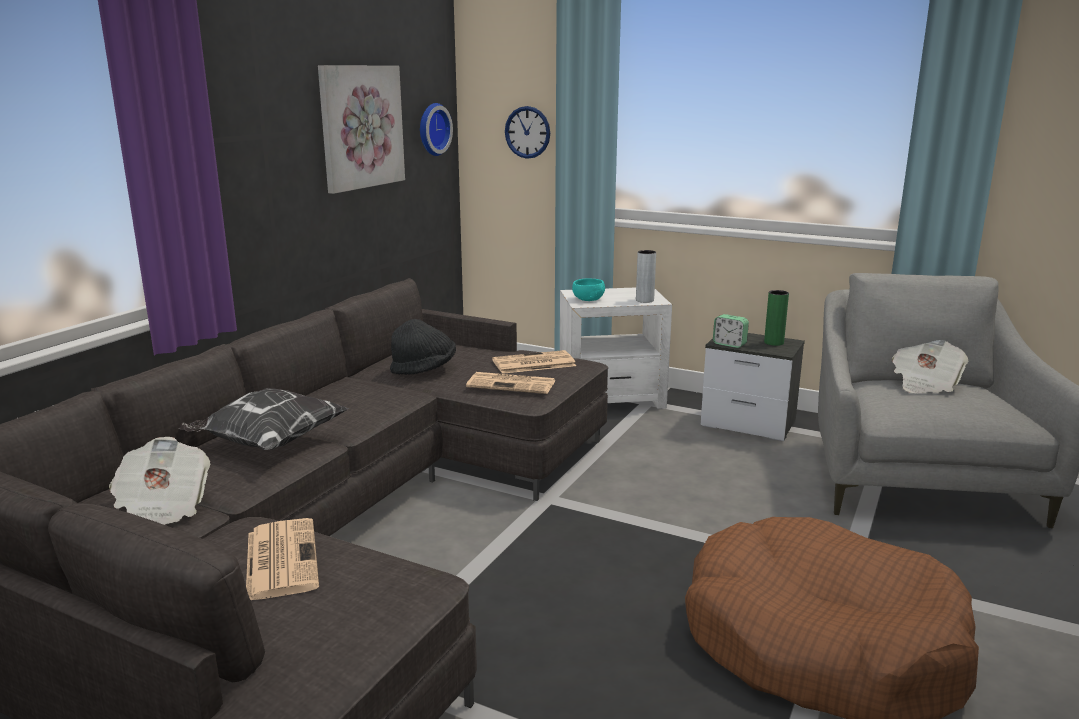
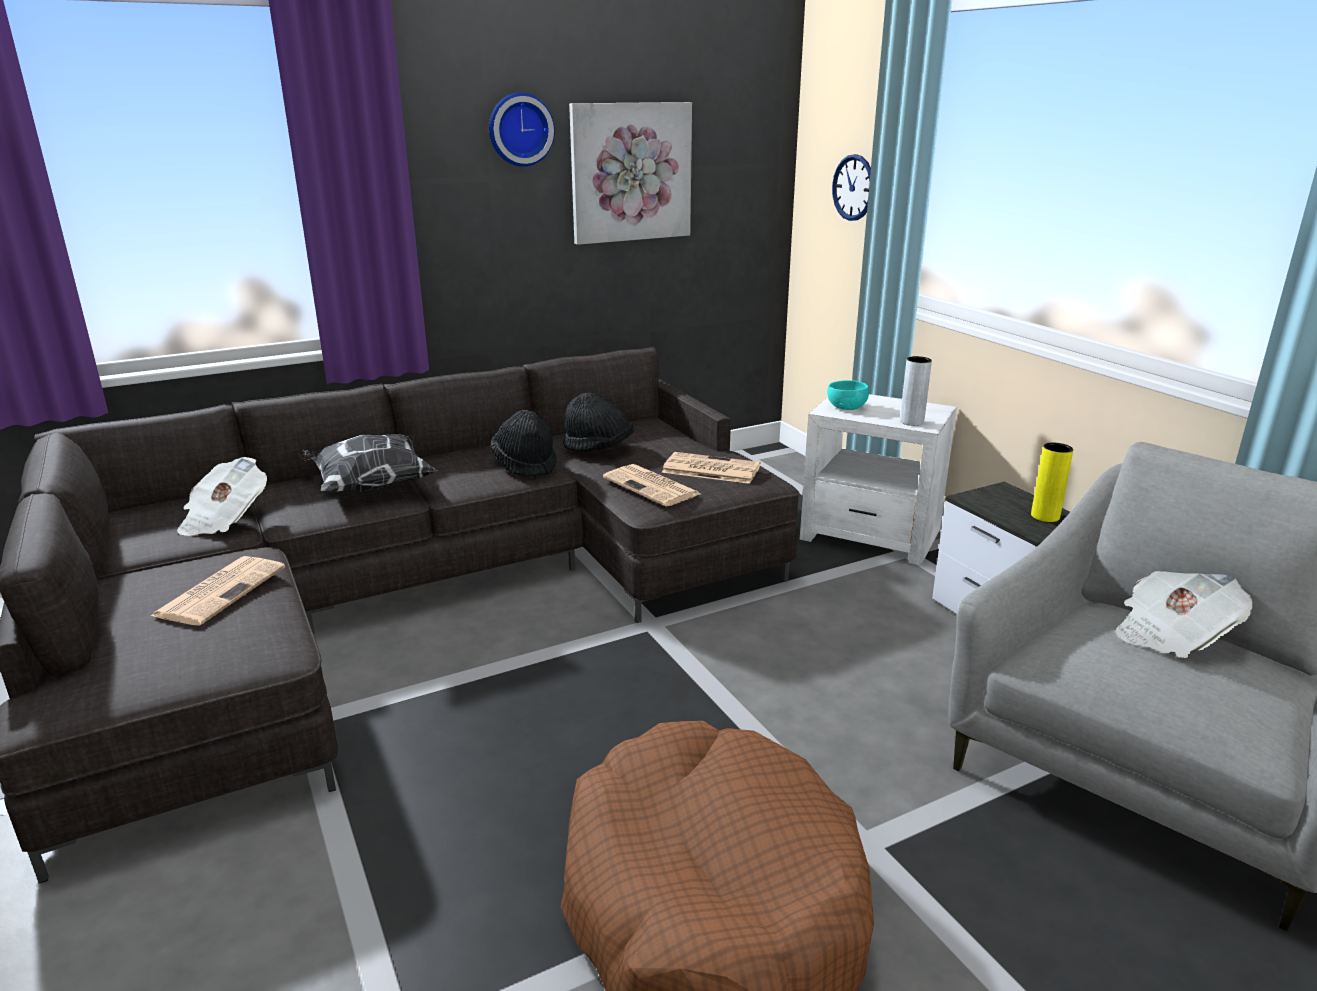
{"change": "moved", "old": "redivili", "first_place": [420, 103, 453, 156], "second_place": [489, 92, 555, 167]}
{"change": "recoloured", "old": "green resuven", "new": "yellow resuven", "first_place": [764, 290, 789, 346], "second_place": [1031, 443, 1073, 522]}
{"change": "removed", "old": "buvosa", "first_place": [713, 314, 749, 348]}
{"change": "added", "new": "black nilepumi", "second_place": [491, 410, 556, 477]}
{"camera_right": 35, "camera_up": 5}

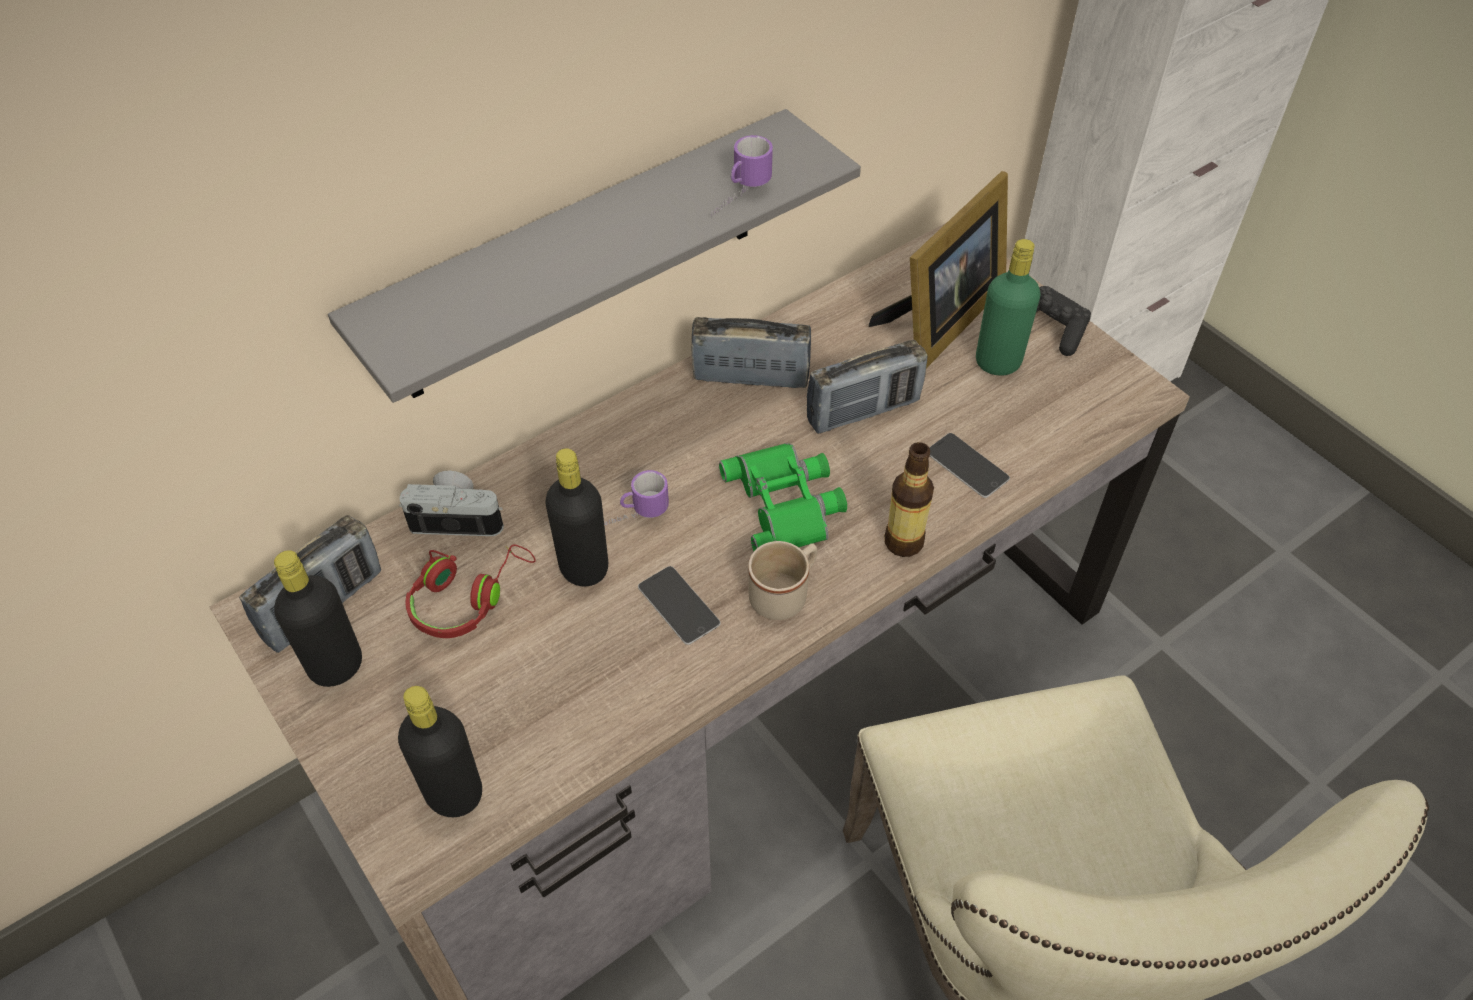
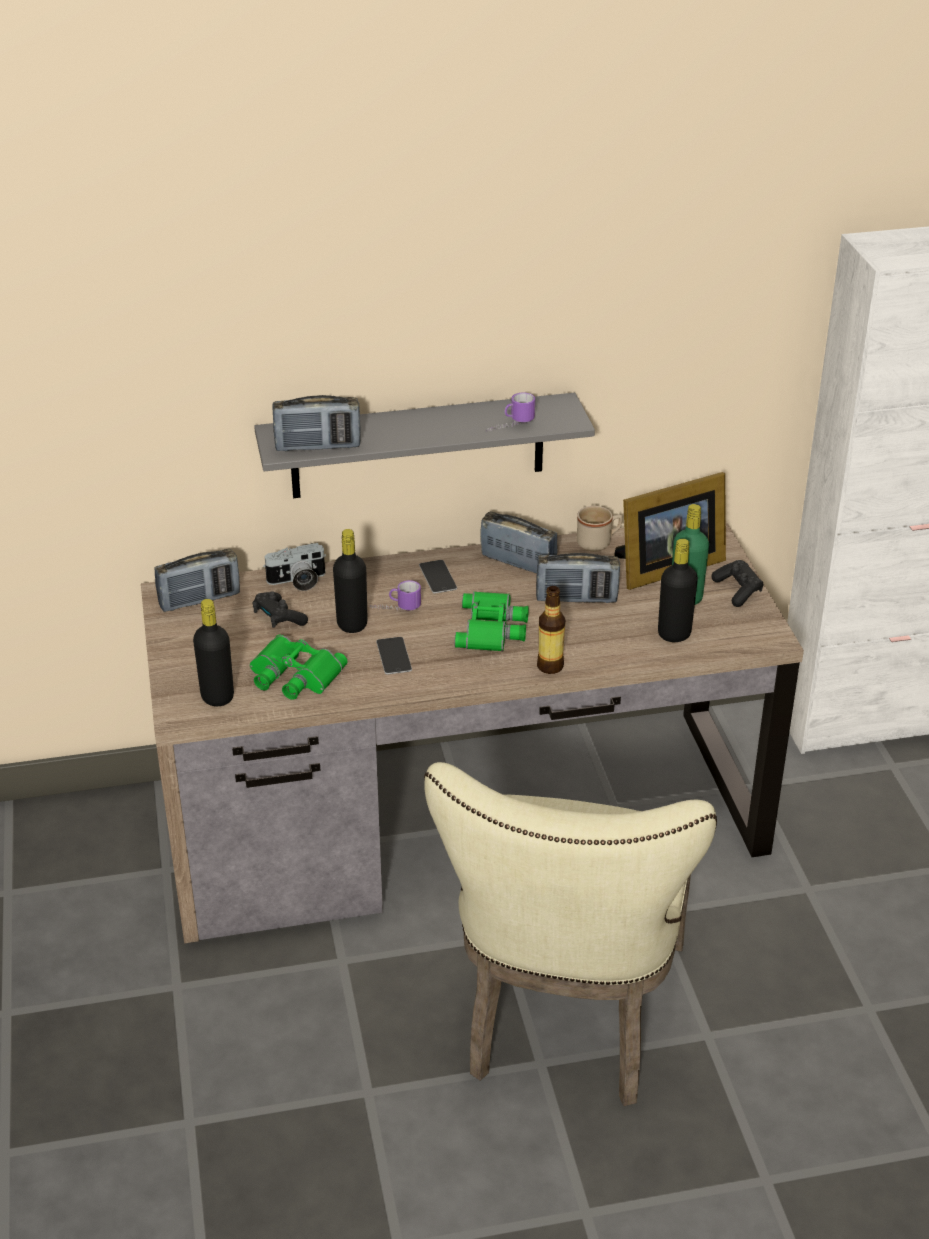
{"change": "moved", "old": "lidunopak", "first_place": [929, 433, 1010, 498], "second_place": [419, 560, 457, 594]}
{"change": "turned", "old": "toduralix", "first_place": [399, 471, 504, 536], "second_place": [263, 543, 326, 591], "degrees": 135}
{"change": "moved", "old": "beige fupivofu", "first_place": [748, 541, 817, 620], "second_place": [577, 506, 622, 552]}
{"change": "replaced", "old": "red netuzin", "new": "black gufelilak", "first_place": [406, 544, 535, 638], "second_place": [252, 591, 308, 628]}
{"change": "moved", "old": "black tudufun", "first_place": [274, 550, 362, 687], "second_place": [658, 539, 698, 642]}
{"change": "added", "new": "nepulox", "second_place": [273, 395, 360, 452]}
{"change": "added", "new": "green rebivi", "second_place": [250, 634, 348, 700]}
{"camera_right": 25, "camera_up": -15}

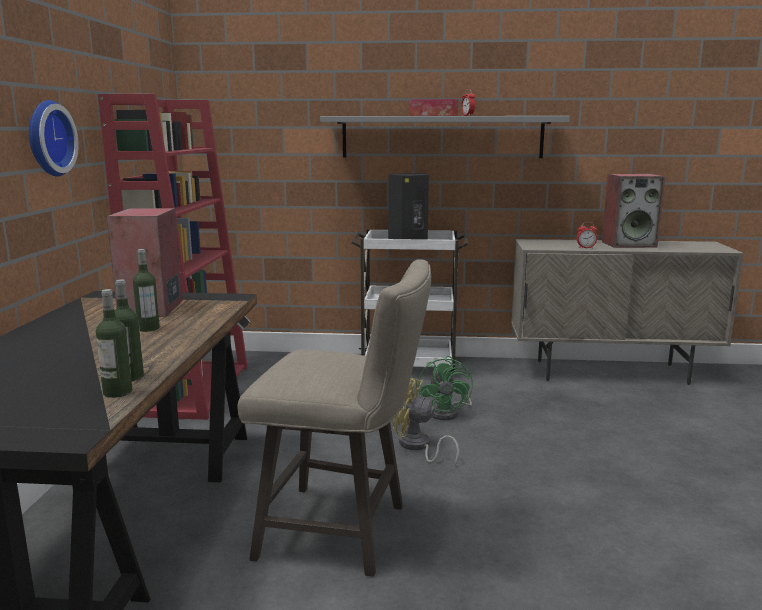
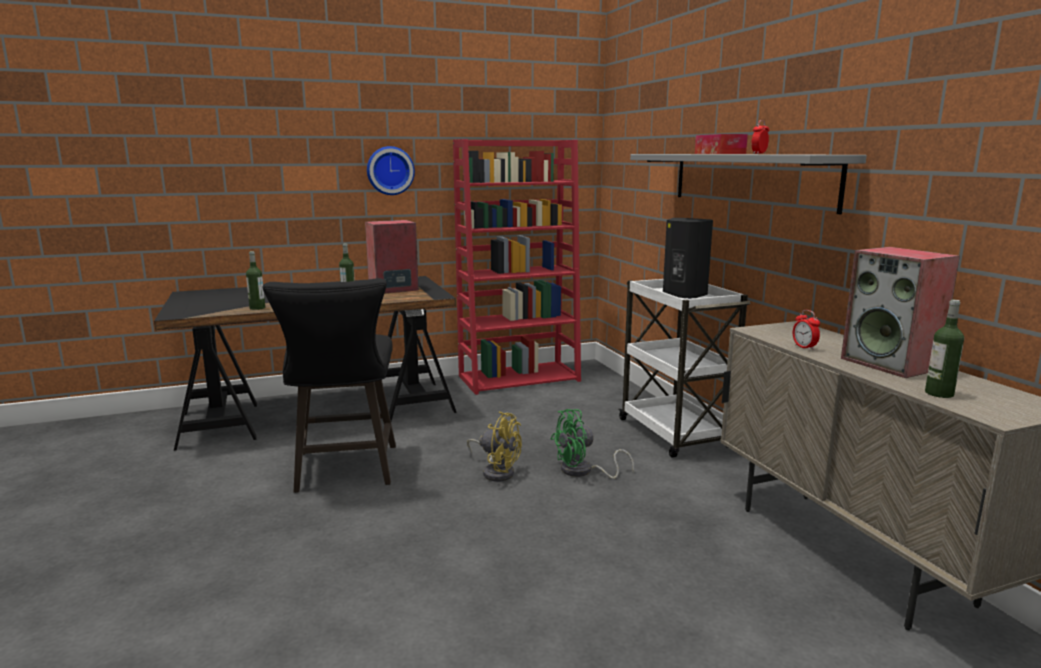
{"change": "recoloured", "old": "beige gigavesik", "new": "black gigavesik", "first_place": [237, 259, 431, 577], "second_place": [263, 278, 396, 493]}
{"change": "moved", "old": "tudufun", "first_place": [96, 289, 132, 398], "second_place": [925, 300, 964, 398]}
{"change": "turned", "old": "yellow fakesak", "first_place": [393, 378, 459, 465], "second_place": [467, 411, 522, 482], "degrees": 120}
{"camera_right": 65, "camera_up": 0}

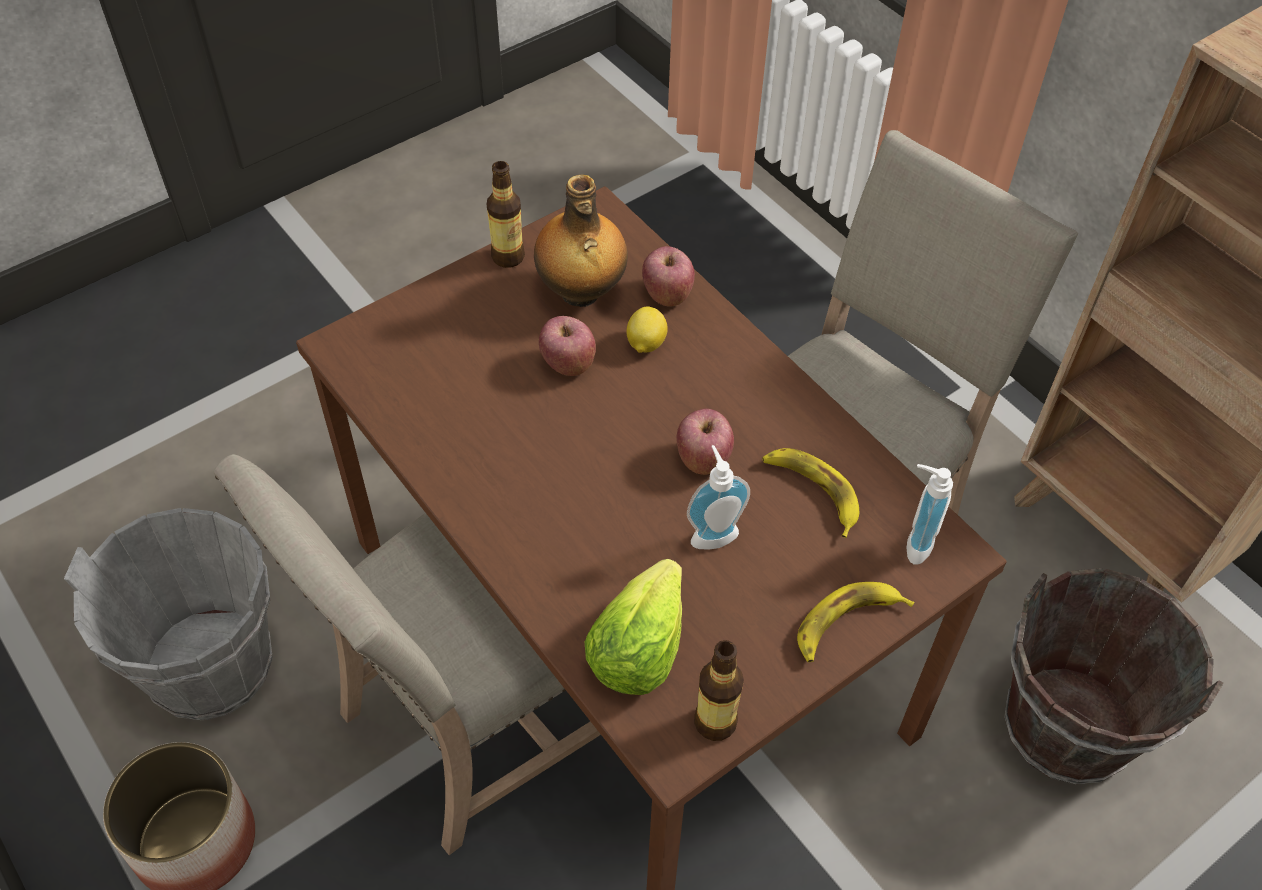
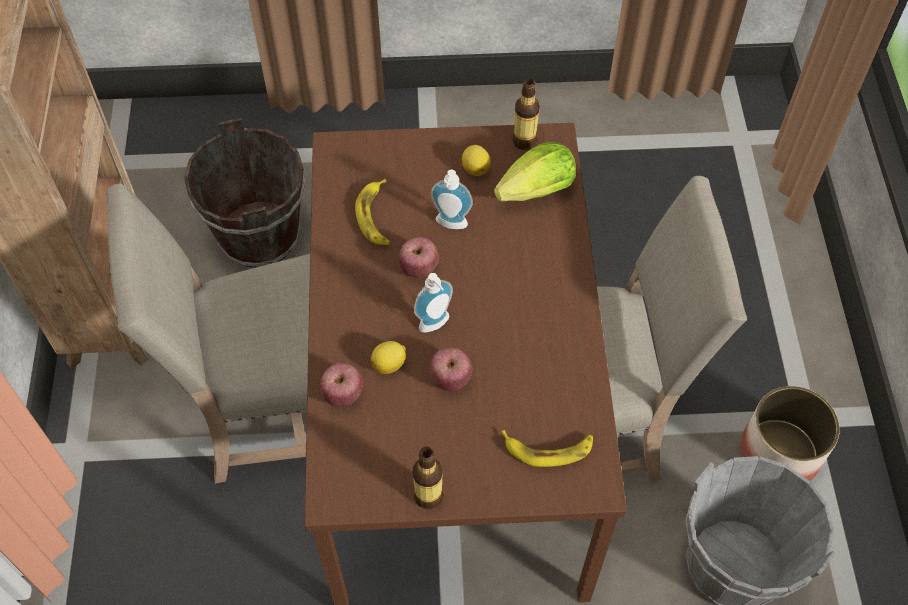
{"change": "removed", "old": "tudufun", "first_place": [534, 175, 628, 307]}
{"change": "moved", "old": "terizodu", "first_place": [906, 464, 953, 565], "second_place": [414, 273, 453, 333]}
{"change": "moved", "old": "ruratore", "first_place": [797, 582, 914, 662], "second_place": [501, 430, 593, 467]}
{"change": "added", "new": "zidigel", "second_place": [462, 145, 491, 176]}
{"camera_right": -145, "camera_up": 5}

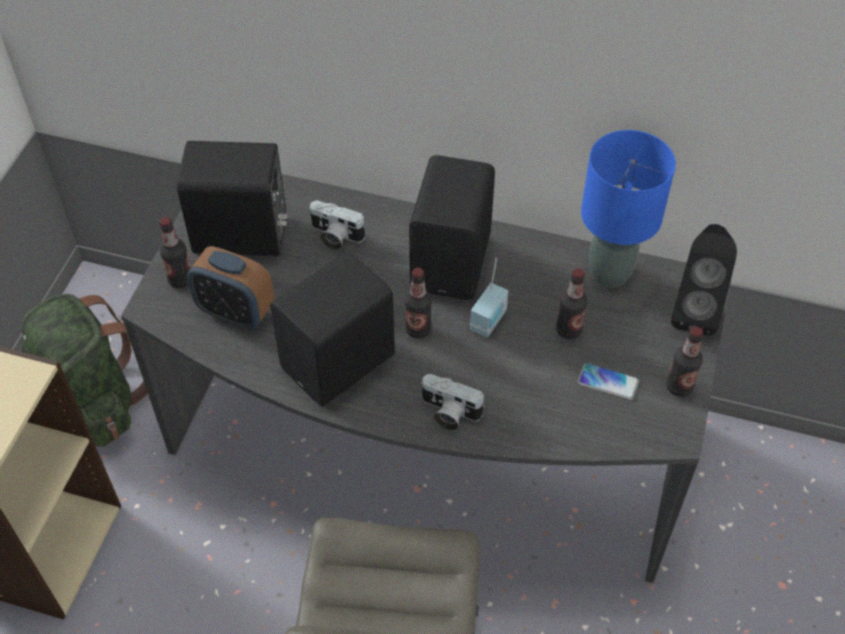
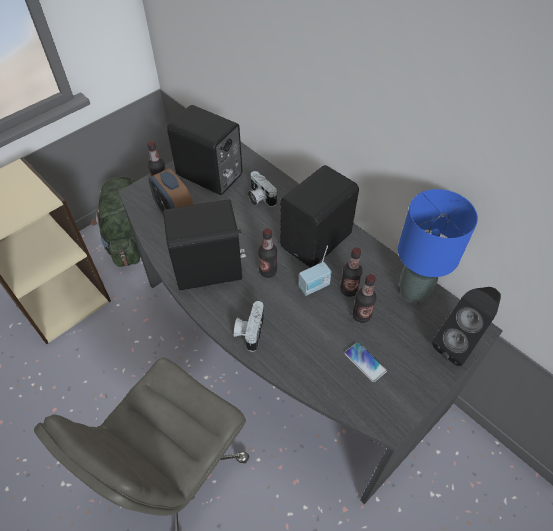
{"change": "moved", "old": "tudufun", "first_place": [666, 326, 703, 397], "second_place": [340, 247, 363, 297]}
{"change": "turned", "old": "toduralix", "first_place": [421, 374, 485, 431], "second_place": [234, 301, 264, 352], "degrees": 45}
{"camera_right": 30, "camera_up": 0}

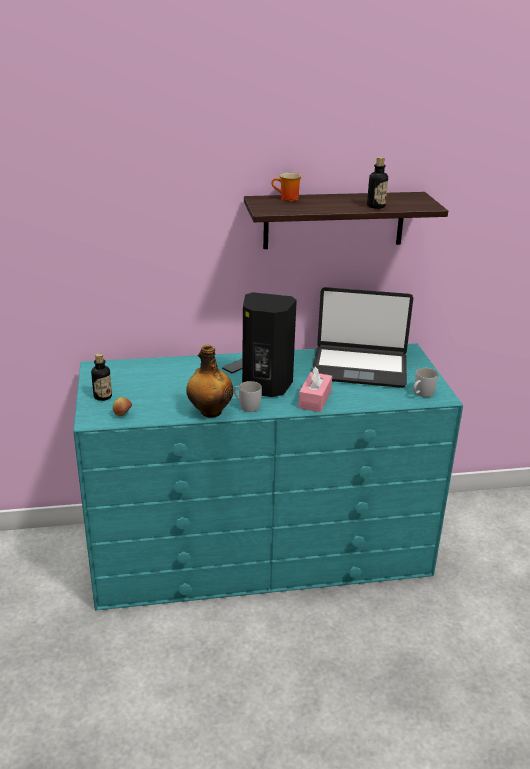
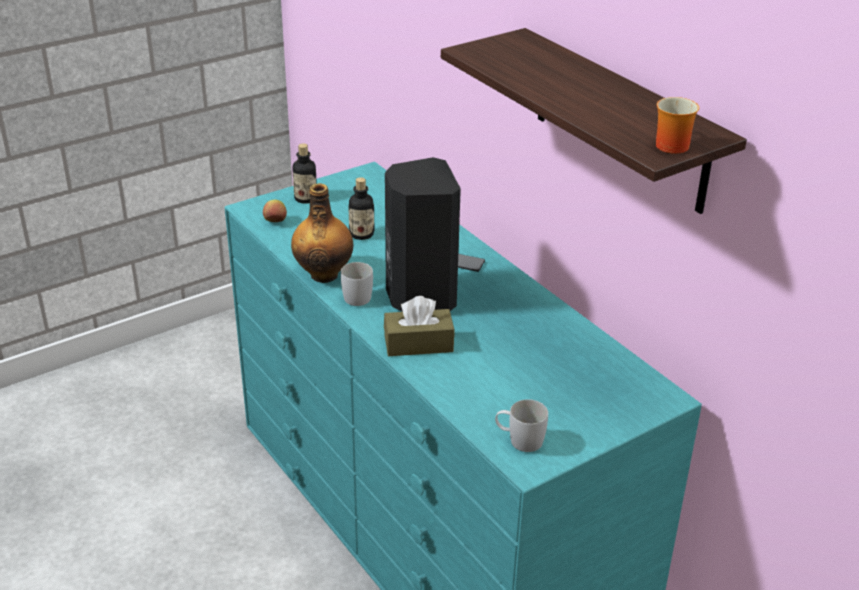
{"change": "moved", "old": "tudufun", "first_place": [367, 157, 388, 209], "second_place": [348, 177, 374, 240]}
{"change": "moved", "old": "fupivofu", "first_place": [271, 173, 301, 201], "second_place": [656, 97, 699, 154]}
{"change": "removed", "old": "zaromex", "first_place": [312, 287, 413, 388]}
{"change": "recoloured", "old": "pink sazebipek", "new": "brown sazebipek", "first_place": [298, 367, 332, 412], "second_place": [384, 296, 455, 356]}
{"camera_right": 65, "camera_up": 5}

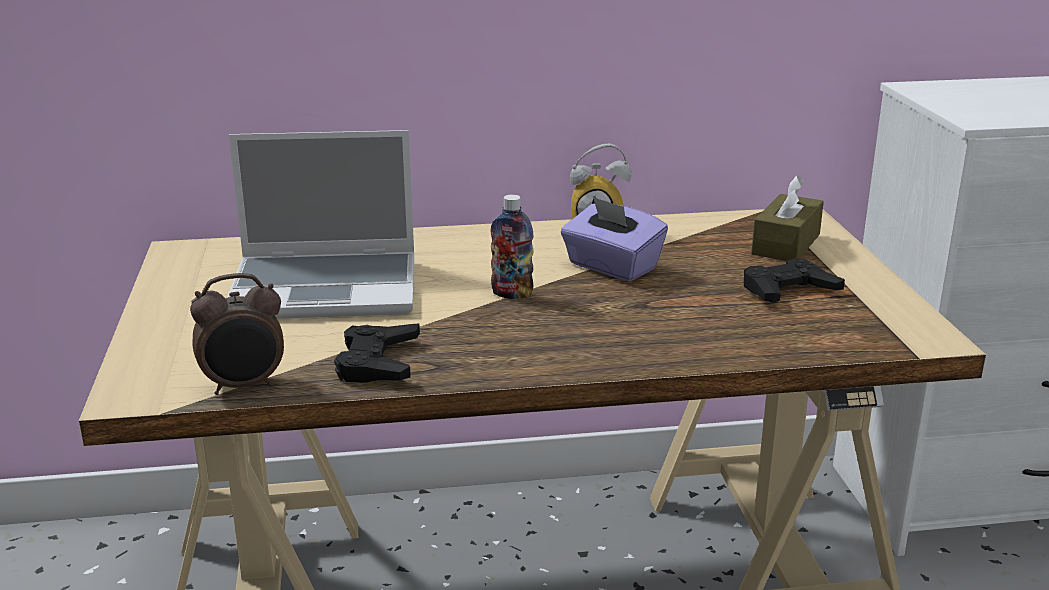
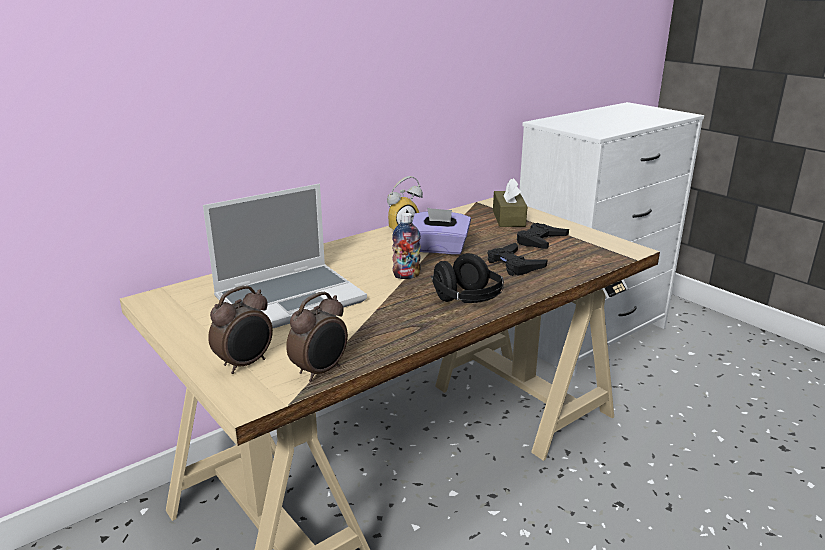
{"change": "moved", "old": "black gufelilak", "first_place": [334, 323, 420, 383], "second_place": [488, 243, 548, 276]}
{"change": "added", "new": "black netuzin", "second_place": [431, 253, 504, 303]}
{"change": "added", "new": "buvosa", "second_place": [208, 286, 273, 374]}
{"camera_right": -30, "camera_up": 0}

